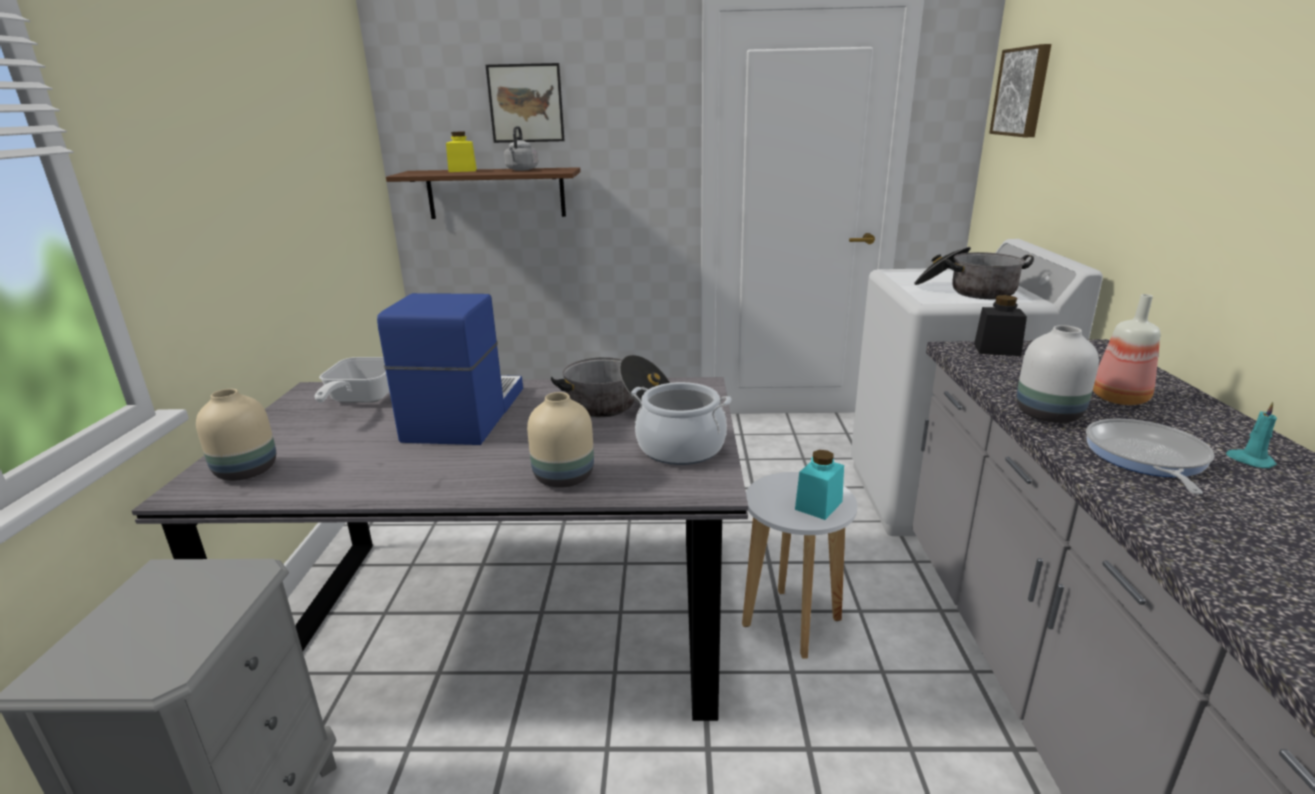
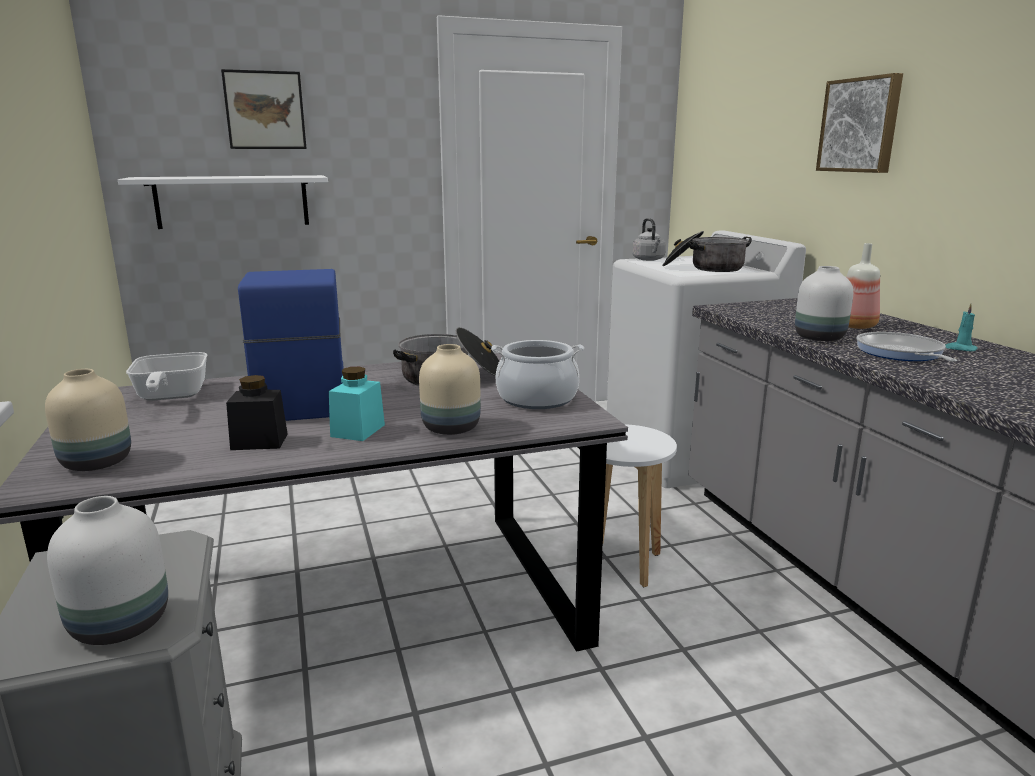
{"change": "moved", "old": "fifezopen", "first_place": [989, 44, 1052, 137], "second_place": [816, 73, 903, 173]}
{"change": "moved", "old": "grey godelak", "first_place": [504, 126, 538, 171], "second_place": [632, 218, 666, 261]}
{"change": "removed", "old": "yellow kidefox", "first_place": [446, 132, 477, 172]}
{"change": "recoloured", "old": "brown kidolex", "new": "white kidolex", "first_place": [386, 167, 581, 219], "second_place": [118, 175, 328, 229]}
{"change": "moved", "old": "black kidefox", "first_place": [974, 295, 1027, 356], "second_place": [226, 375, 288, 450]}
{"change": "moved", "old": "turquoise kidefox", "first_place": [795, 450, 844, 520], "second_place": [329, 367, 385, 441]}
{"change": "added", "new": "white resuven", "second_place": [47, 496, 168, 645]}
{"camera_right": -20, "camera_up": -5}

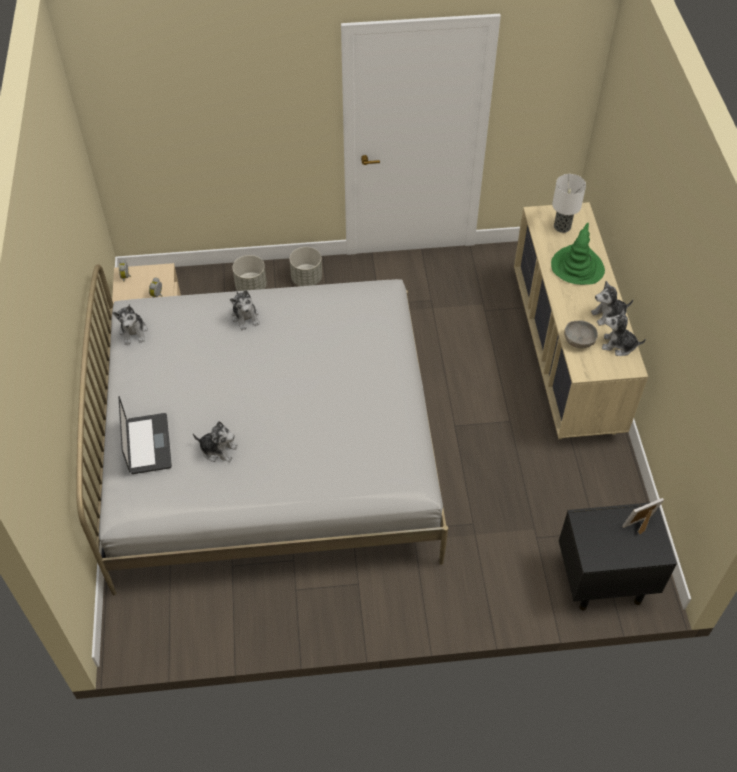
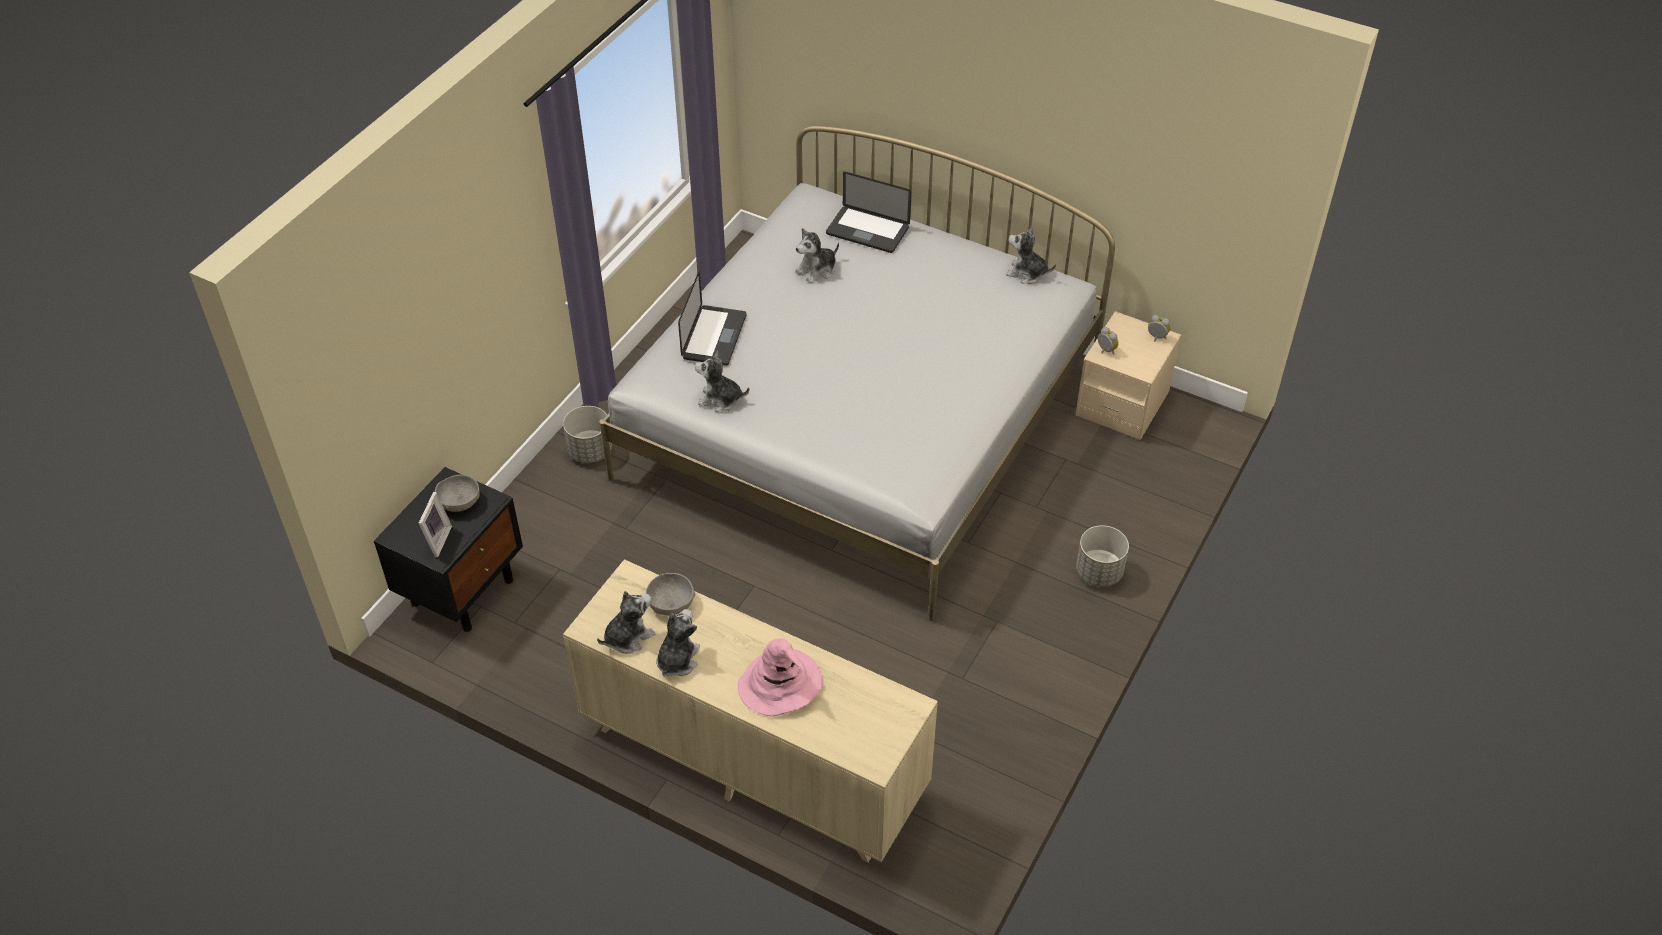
{"change": "removed", "old": "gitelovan", "first_place": [552, 174, 586, 233]}
{"change": "recoloured", "old": "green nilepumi", "new": "pink nilepumi", "first_place": [551, 222, 605, 285], "second_place": [738, 638, 823, 716]}
{"change": "moved", "old": "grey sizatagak", "first_place": [232, 255, 267, 291], "second_place": [563, 406, 612, 463]}
{"change": "moved", "old": "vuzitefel", "first_place": [230, 290, 260, 330], "second_place": [695, 350, 749, 412]}
{"change": "added", "new": "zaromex", "second_place": [678, 271, 747, 366]}
{"change": "added", "new": "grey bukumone", "second_place": [435, 475, 479, 512]}
{"camera_right": 125, "camera_up": -5}

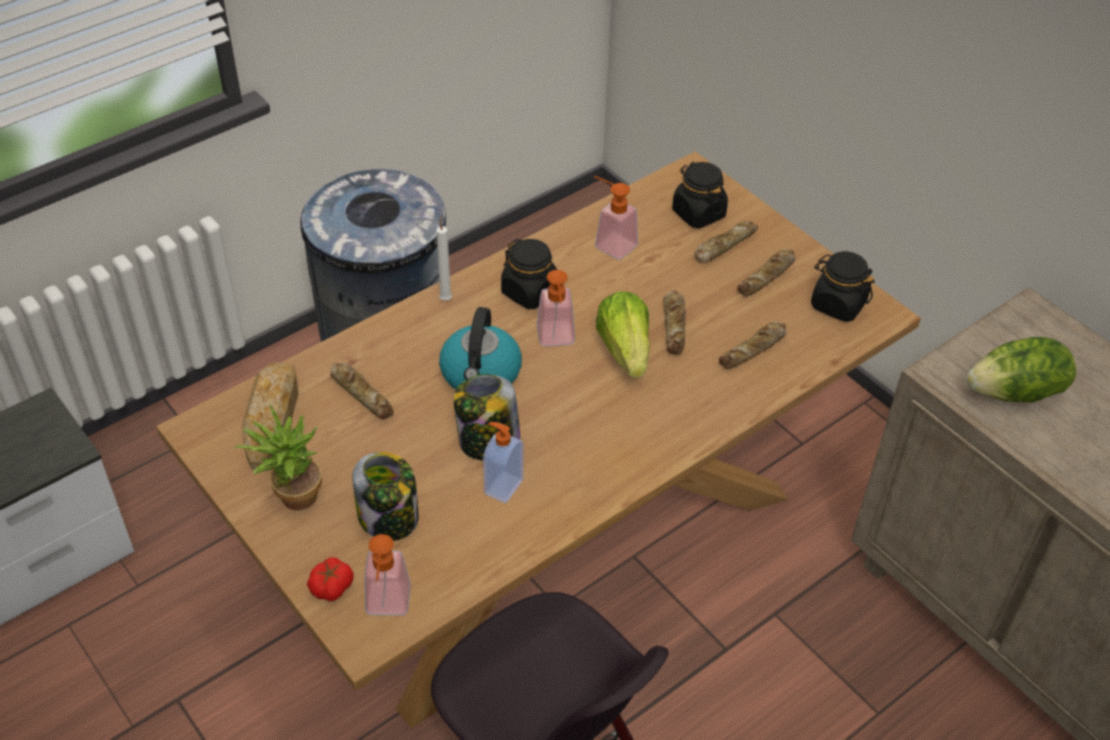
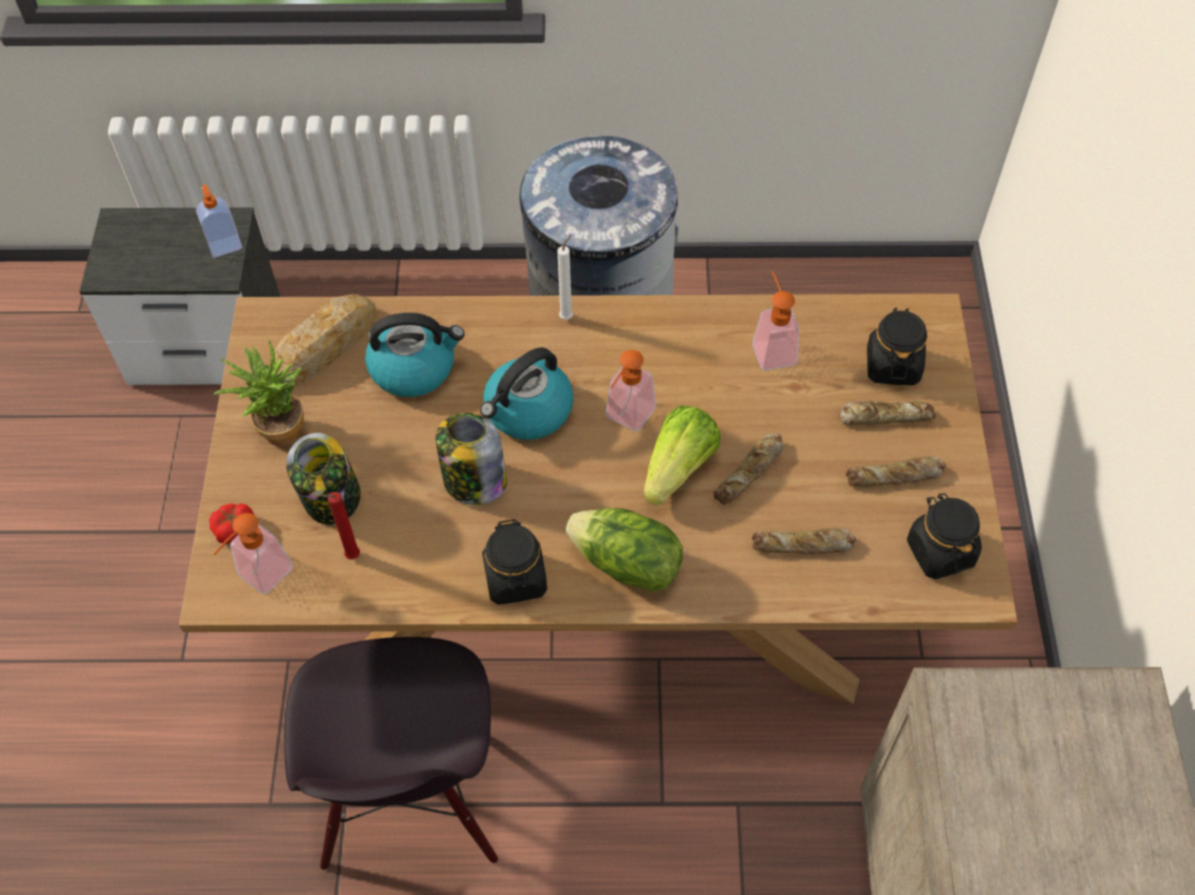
{"change": "moved", "old": "black kidefox", "first_place": [501, 239, 557, 309], "second_place": [482, 519, 547, 605]}
{"change": "moved", "old": "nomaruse", "first_place": [966, 337, 1076, 402], "second_place": [566, 508, 683, 592]}
{"change": "replaced", "old": "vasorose", "new": "godelak", "first_place": [330, 363, 394, 419], "second_place": [365, 313, 465, 397]}
{"change": "moved", "old": "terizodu", "first_place": [483, 422, 523, 504], "second_place": [196, 184, 242, 257]}
{"change": "added", "new": "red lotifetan", "second_place": [318, 492, 360, 559]}
{"camera_right": 40, "camera_up": 10}

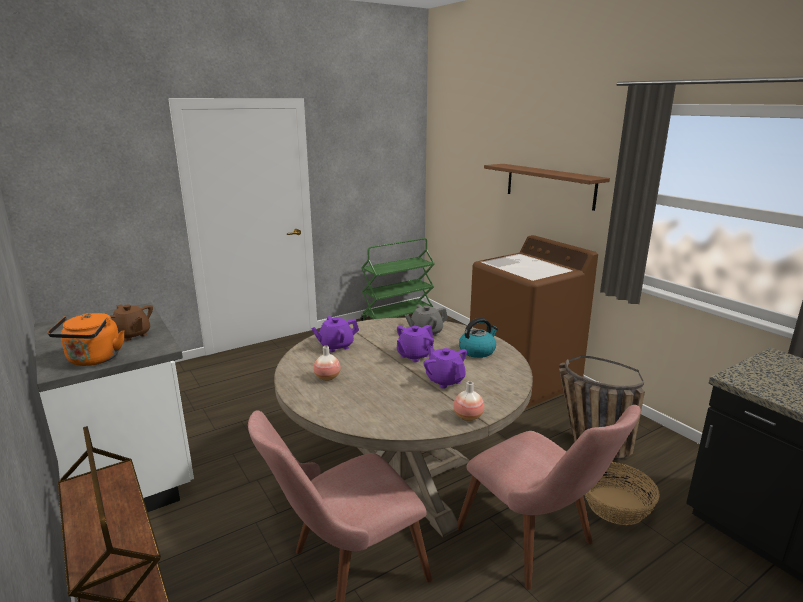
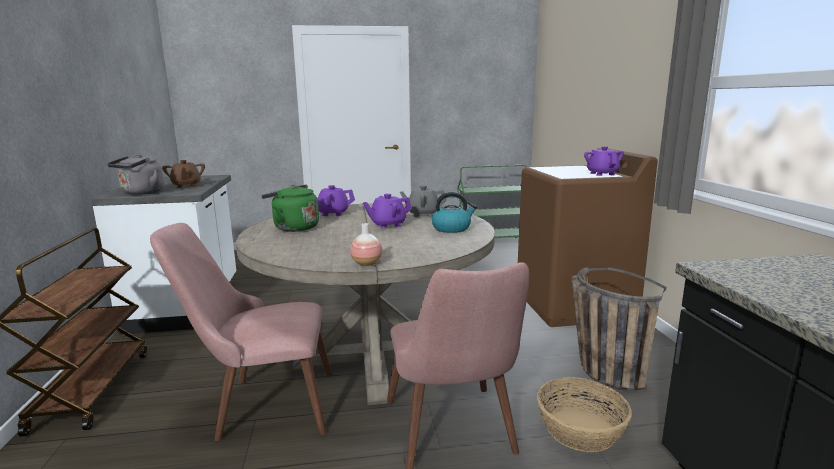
{"change": "removed", "old": "brown kidolex", "first_place": [484, 164, 610, 211]}
{"change": "recoloured", "old": "orange godelak", "new": "grey godelak", "first_place": [48, 313, 124, 366], "second_place": [107, 154, 164, 195]}
{"change": "replaced", "old": "resuven", "new": "green godelak", "first_place": [313, 346, 340, 381], "second_place": [261, 184, 319, 232]}
{"change": "moved", "old": "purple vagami", "first_place": [423, 346, 467, 389], "second_place": [584, 146, 624, 176]}
{"camera_right": 25, "camera_up": -5}

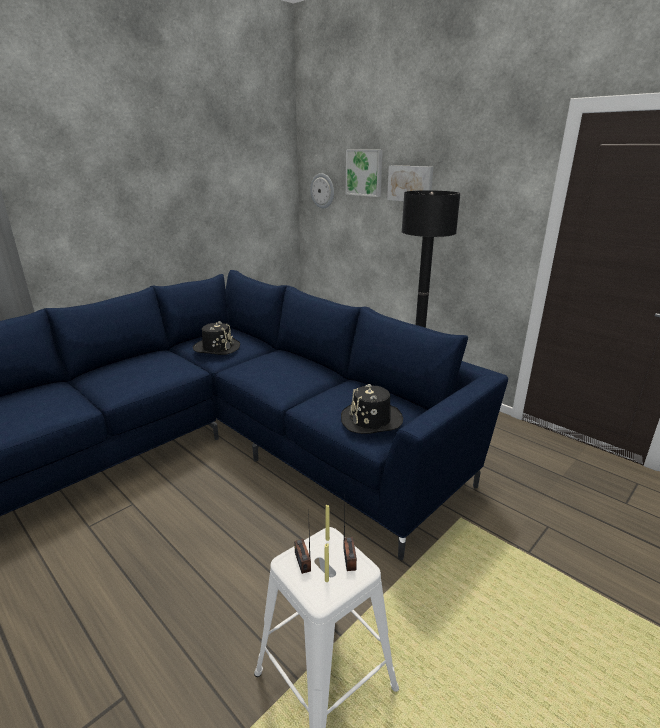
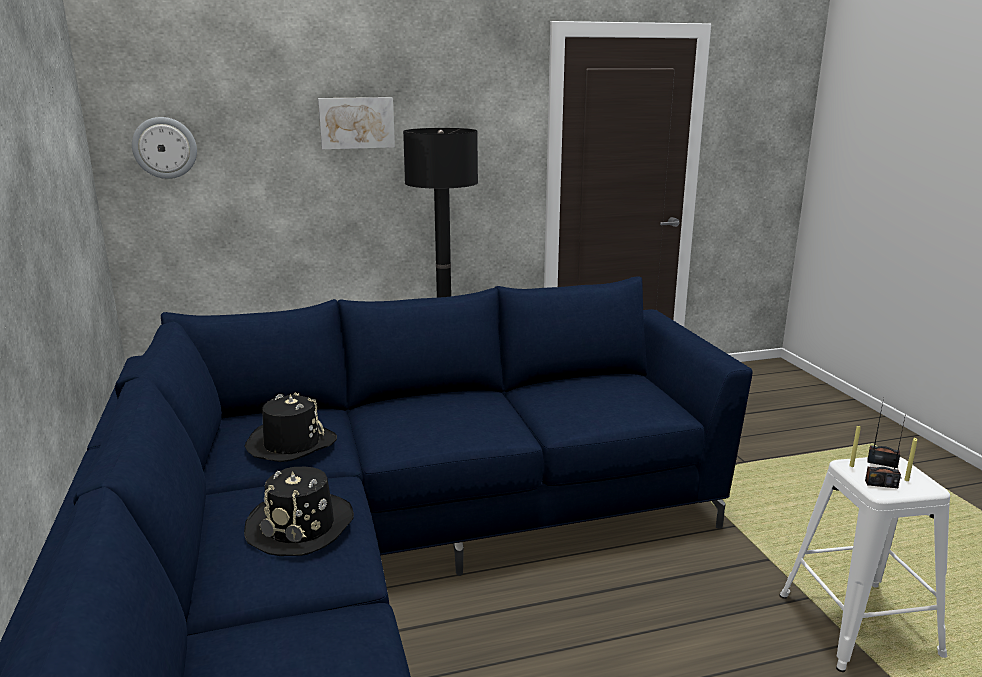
{"change": "removed", "old": "fifezopen", "first_place": [346, 150, 383, 197]}
{"change": "moved", "old": "black nilepumi", "first_place": [341, 384, 403, 434], "second_place": [244, 466, 354, 556]}
{"camera_right": -60, "camera_up": -5}

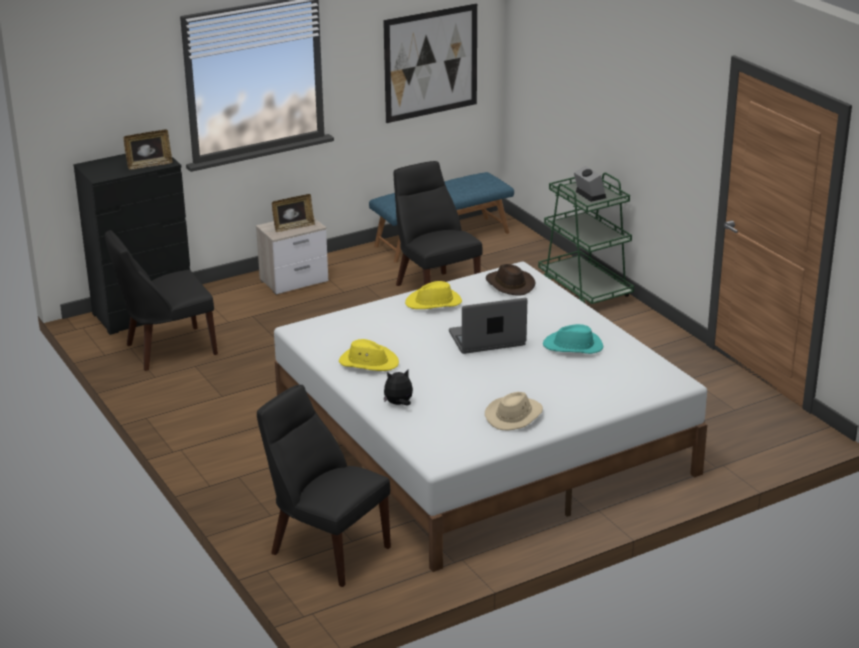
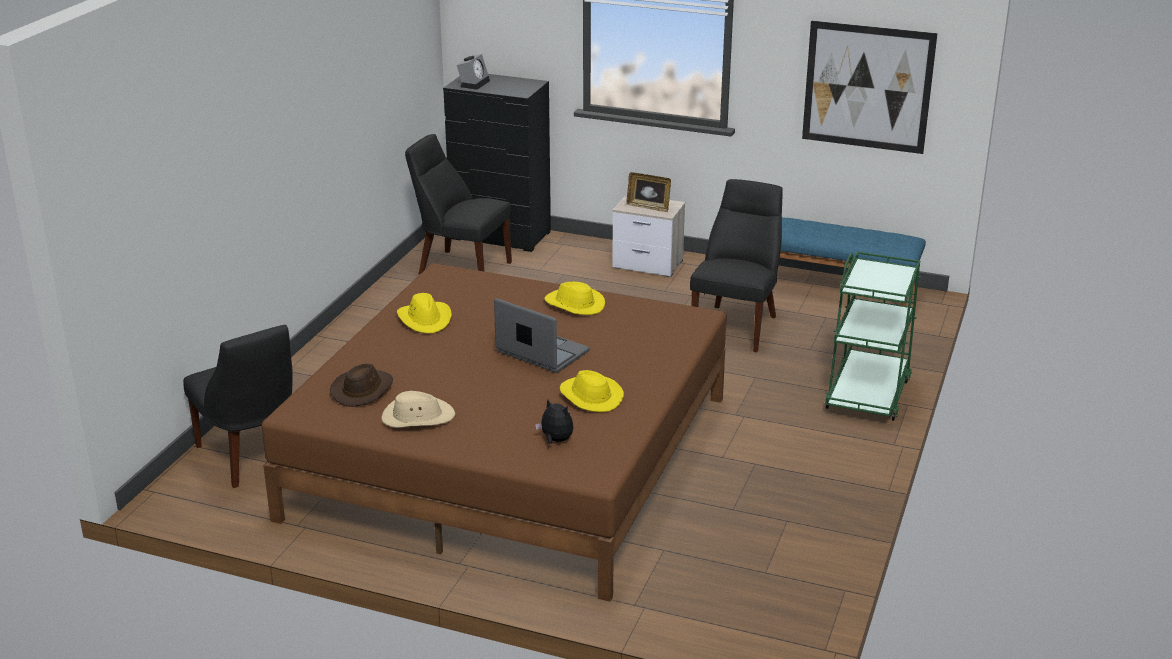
{"change": "removed", "old": "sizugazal", "first_place": [124, 129, 173, 169]}
{"change": "moved", "old": "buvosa", "first_place": [574, 166, 606, 202], "second_place": [457, 54, 490, 90]}
{"change": "recoloured", "old": "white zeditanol", "new": "brown zeditanol", "first_place": [274, 262, 707, 572], "second_place": [261, 263, 727, 602]}
{"change": "moved", "old": "brown nilepumi", "first_place": [486, 264, 535, 296], "second_place": [330, 364, 393, 407]}
{"change": "recoloured", "old": "turquoise nilepumi", "new": "yellow nilepumi", "first_place": [543, 324, 603, 354], "second_place": [560, 370, 624, 412]}
{"change": "moved", "old": "vuzitefel", "first_place": [384, 370, 413, 405], "second_place": [535, 398, 573, 444]}
{"change": "turned", "old": "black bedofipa", "first_place": [257, 385, 391, 587], "second_place": [183, 325, 292, 488], "degrees": 150}
{"camera_right": 50, "camera_up": 0}

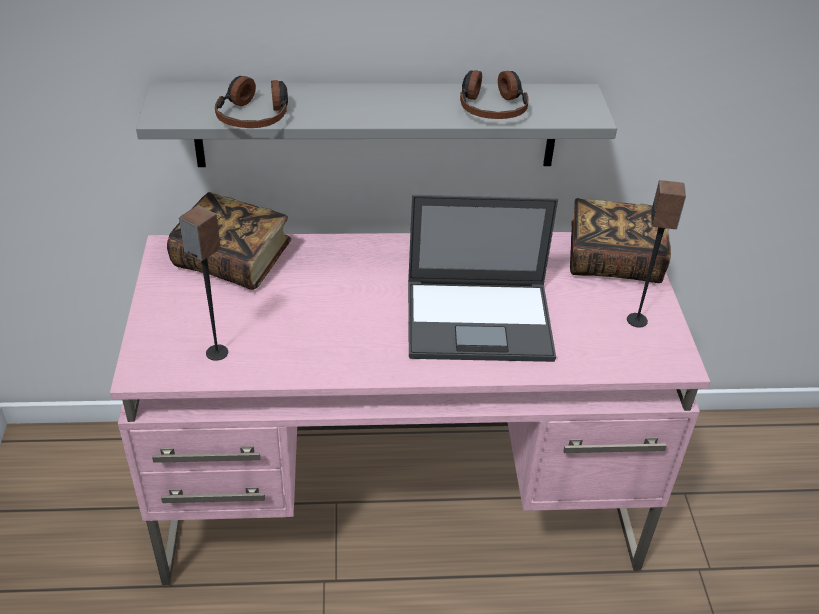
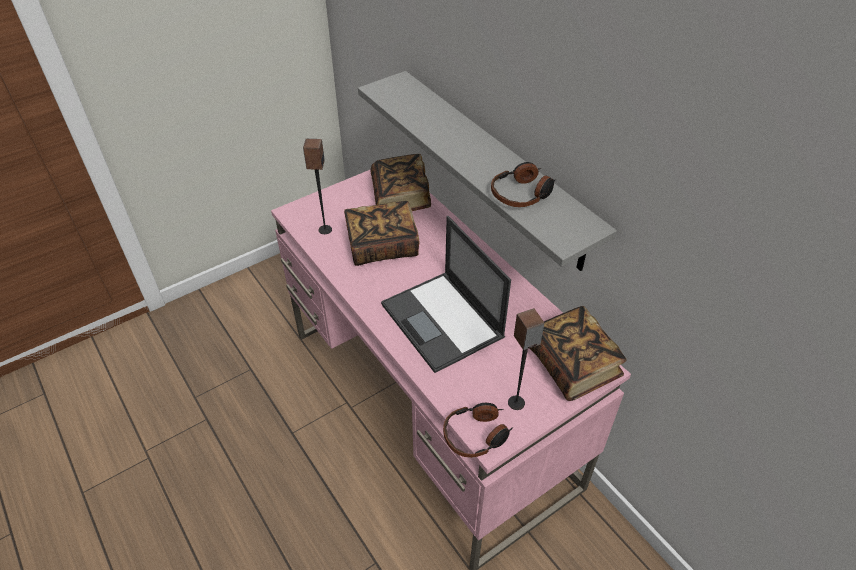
{"change": "moved", "old": "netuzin", "first_place": [215, 76, 288, 128], "second_place": [443, 403, 513, 458]}
{"change": "added", "new": "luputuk", "second_place": [344, 201, 420, 266]}
{"camera_right": 60, "camera_up": 5}

